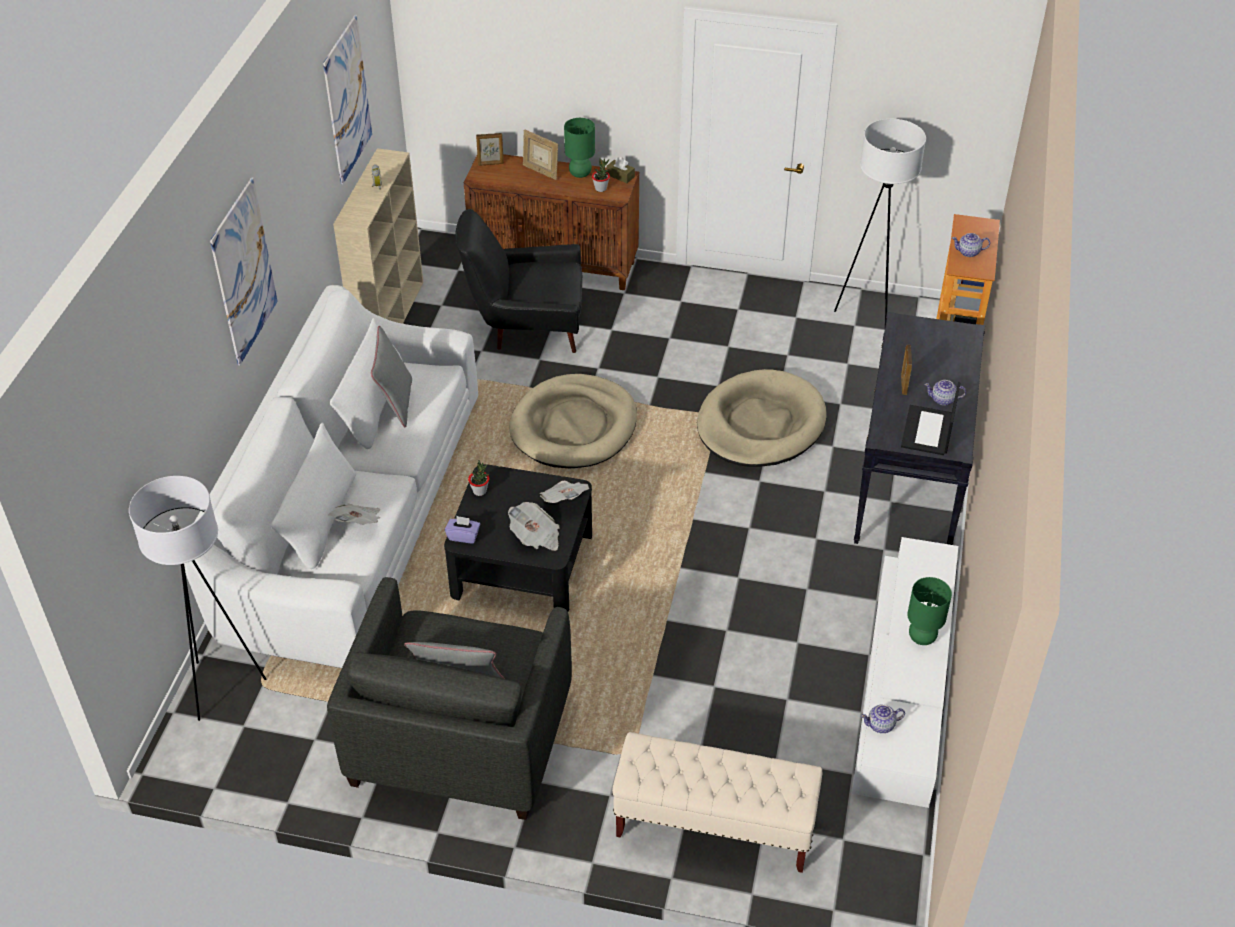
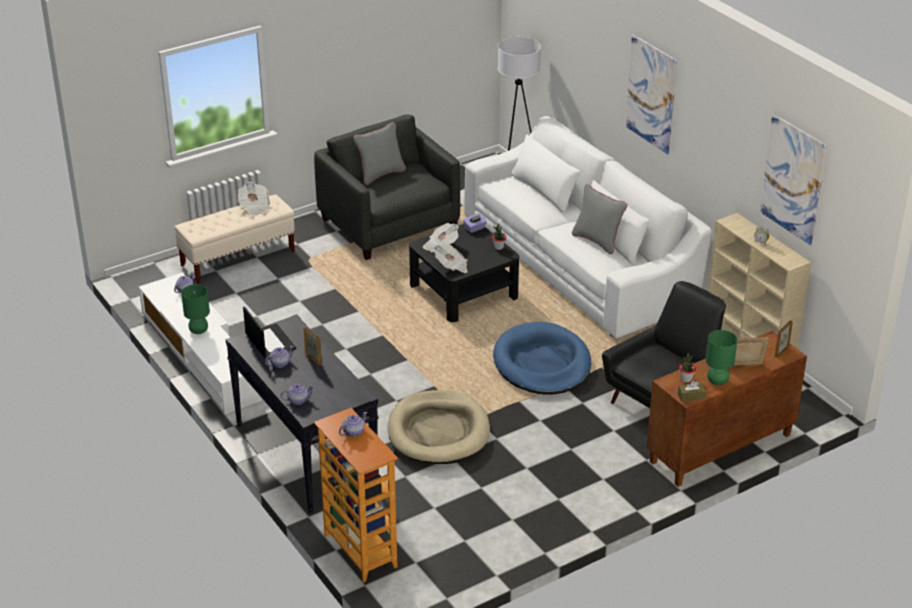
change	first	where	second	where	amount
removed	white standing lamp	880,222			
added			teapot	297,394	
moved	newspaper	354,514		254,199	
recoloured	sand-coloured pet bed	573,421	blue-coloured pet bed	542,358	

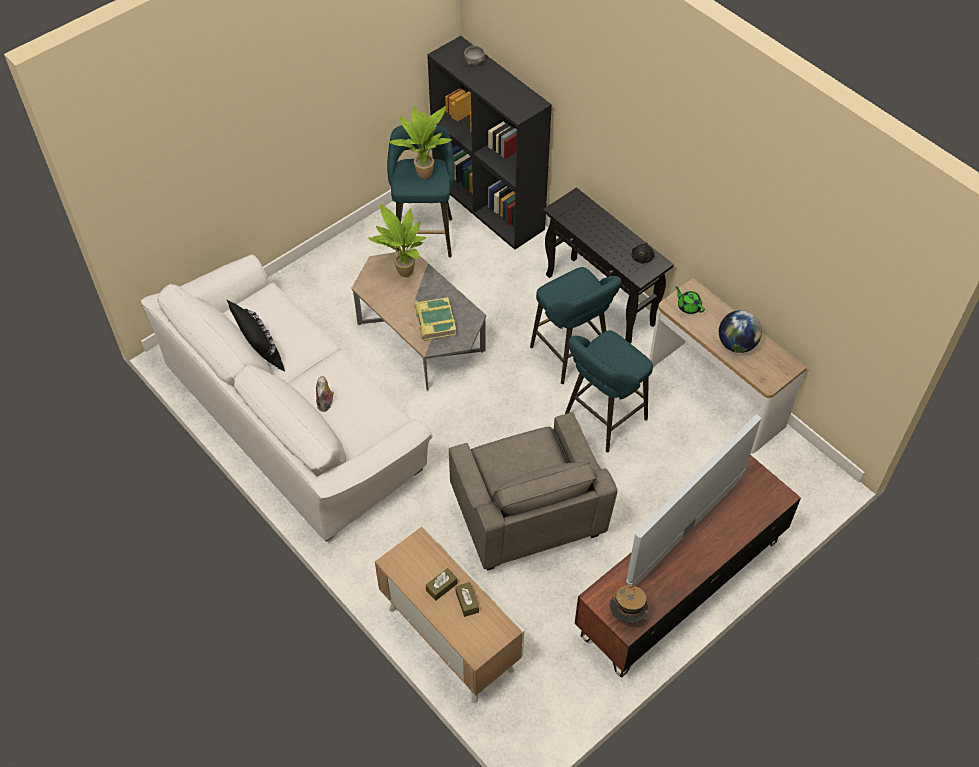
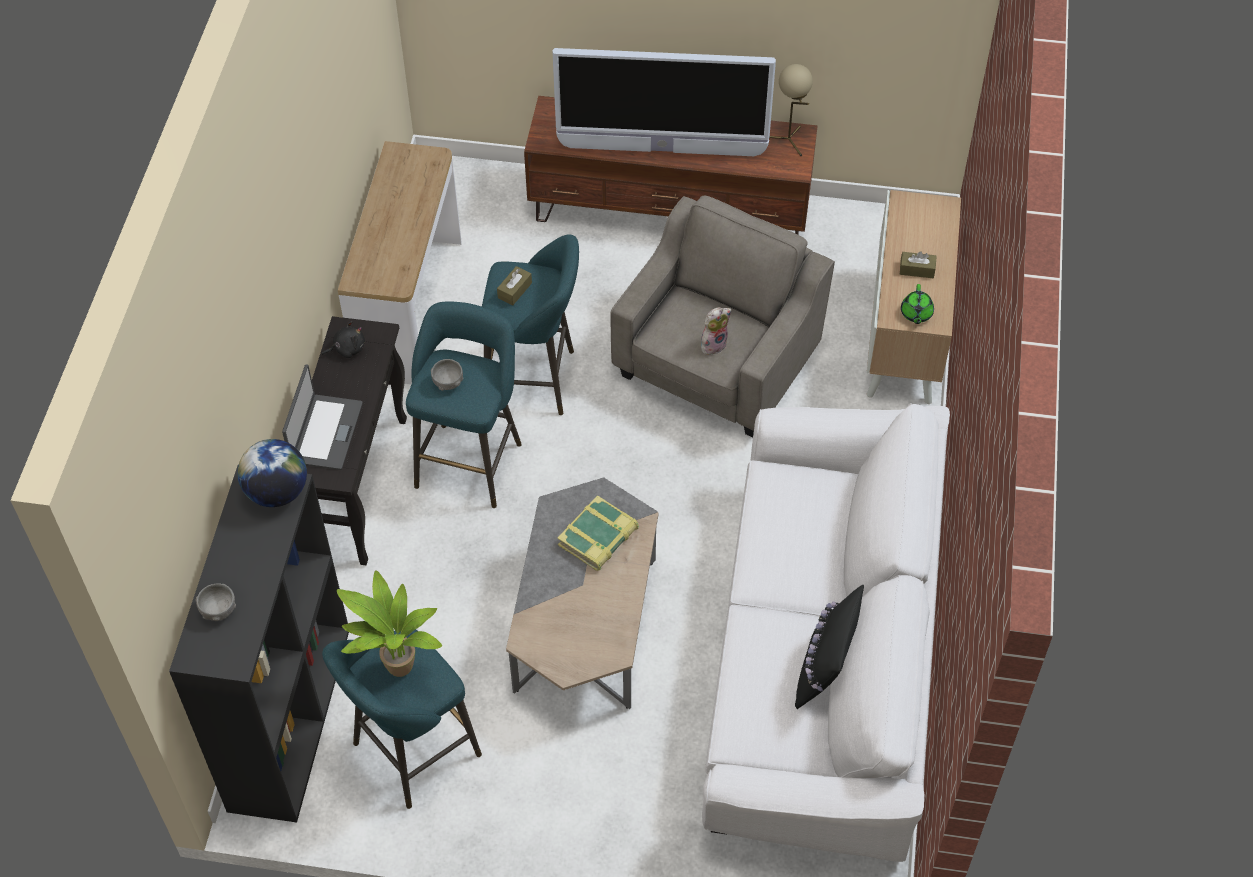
change	first	where	second	where	amount
removed	houseplant	397,240			
added			laptop	322,417	
added			gray serving bowl	447,375	
moved	cuddly toy	325,394		716,331	
moved	brown tissue holder	467,599		514,285	
moved	green teapot	690,300		917,304	
moved	globe	740,331		272,473	
replaced	hat	630,603	sand-coloured tabletop lamp	791,110	

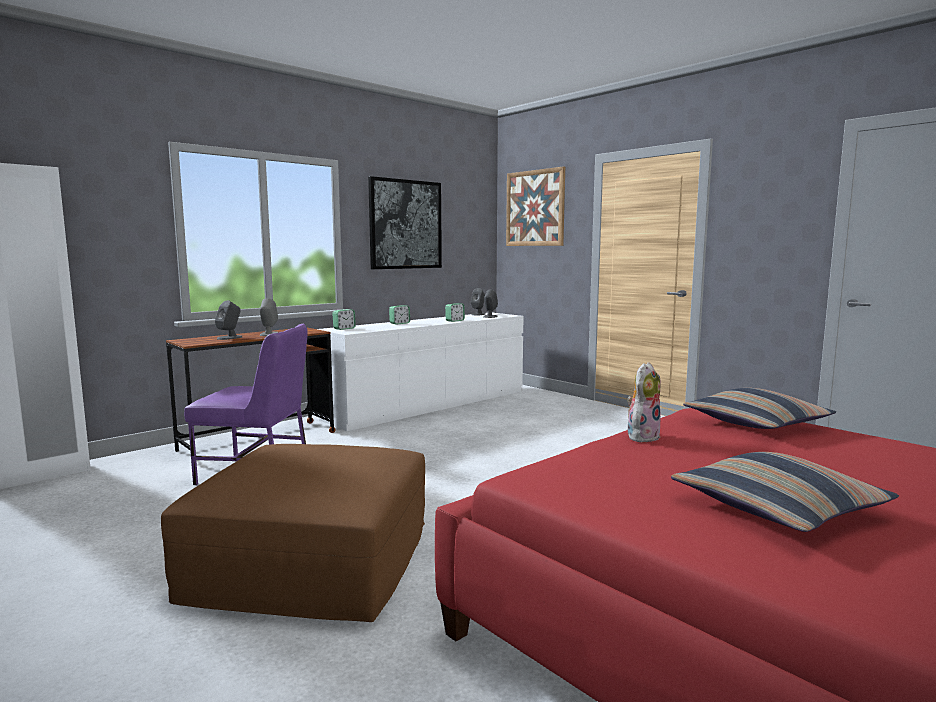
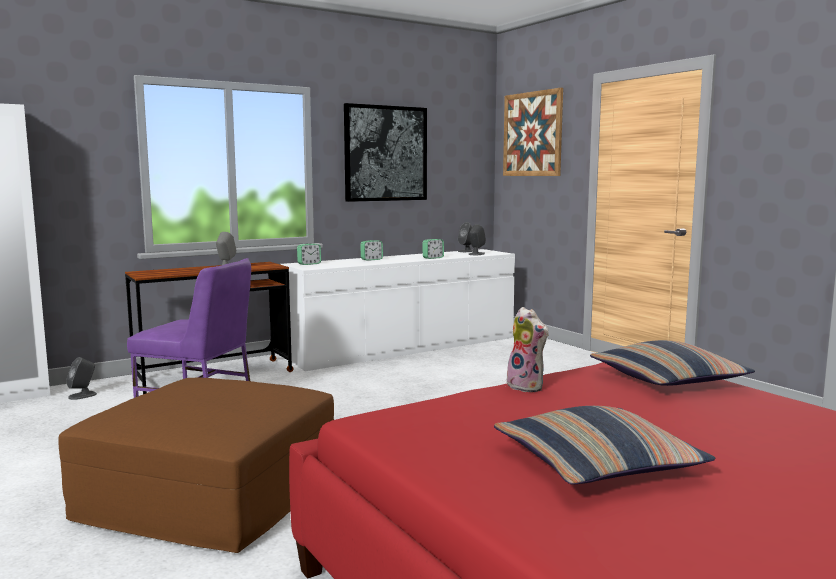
change	first	where	second	where	amount
moved	gray speaker	228,320		82,378	
turned	cuddly toy	644,402		528,349	90 degrees clockwise

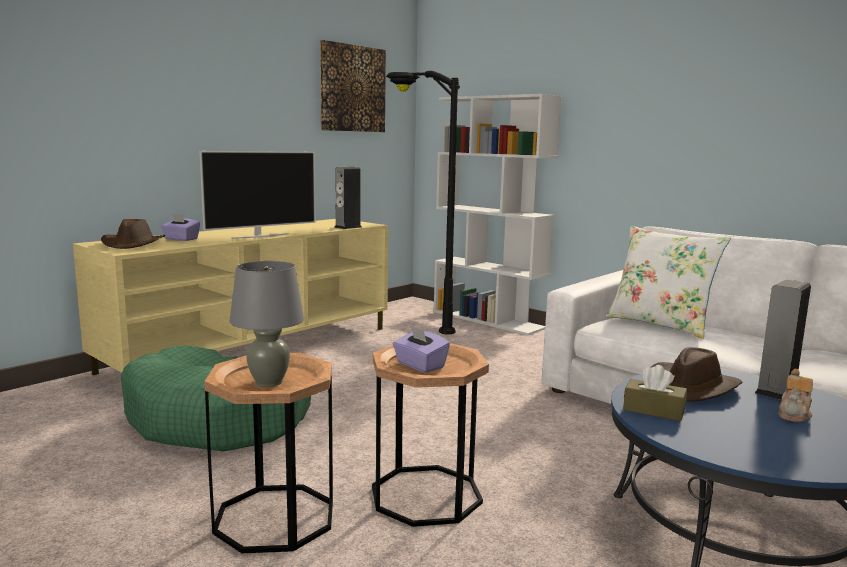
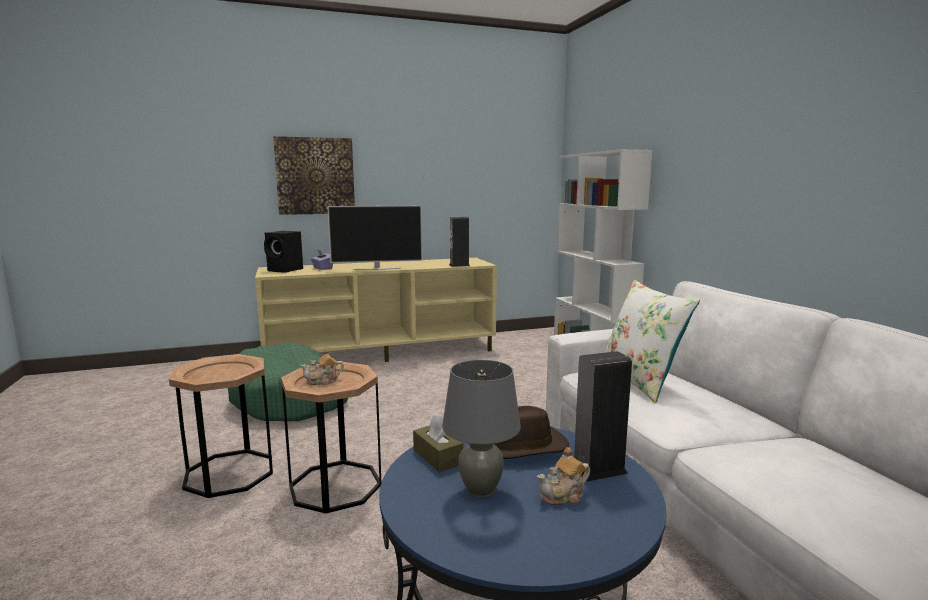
change	first	where	second	where	amount
removed	black-coloured standing lamp	423,203			
moved	gray tabletop lamp	267,324		481,429	
moved	wall picture	353,86		314,175	
replaced	brown hat	133,234	black-coloured speaker	283,252	
replaced	purple tissue holder	421,349	teapot	322,367	

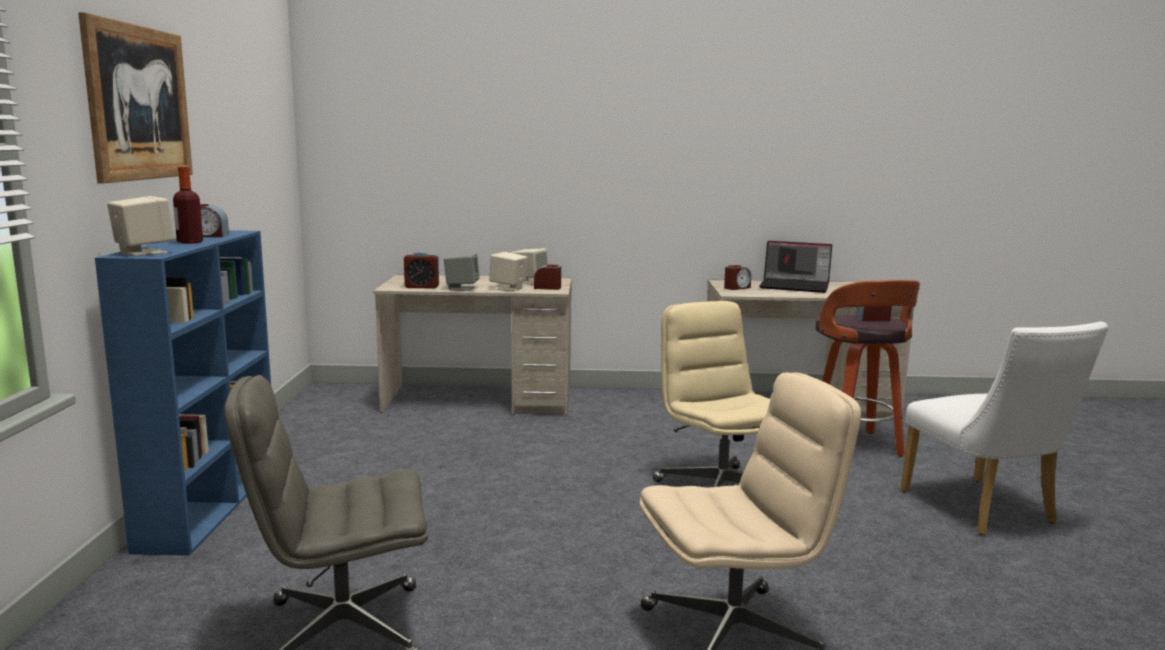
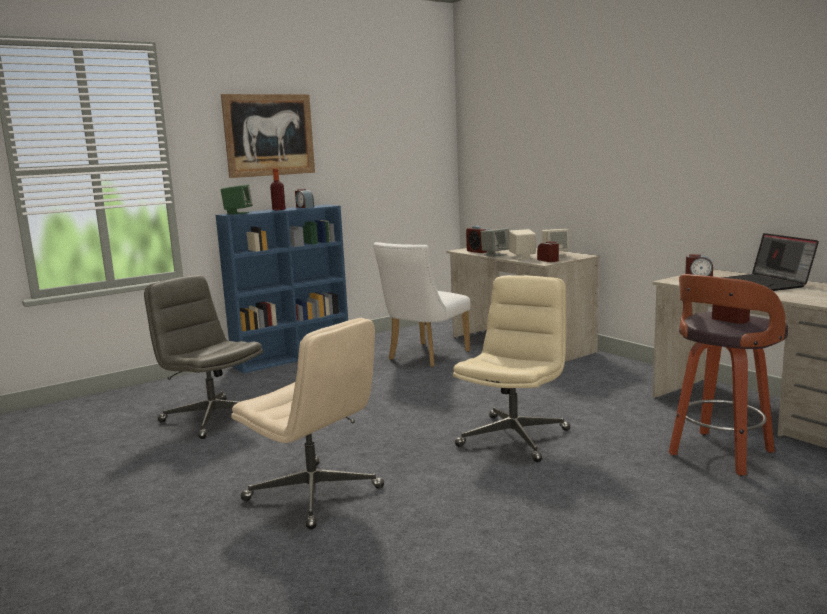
change	first	where	second	where	amount
moved	white plain chair	1004,428		421,304	
recoloured	sand-coloured speaker	141,226	green speaker	237,199	

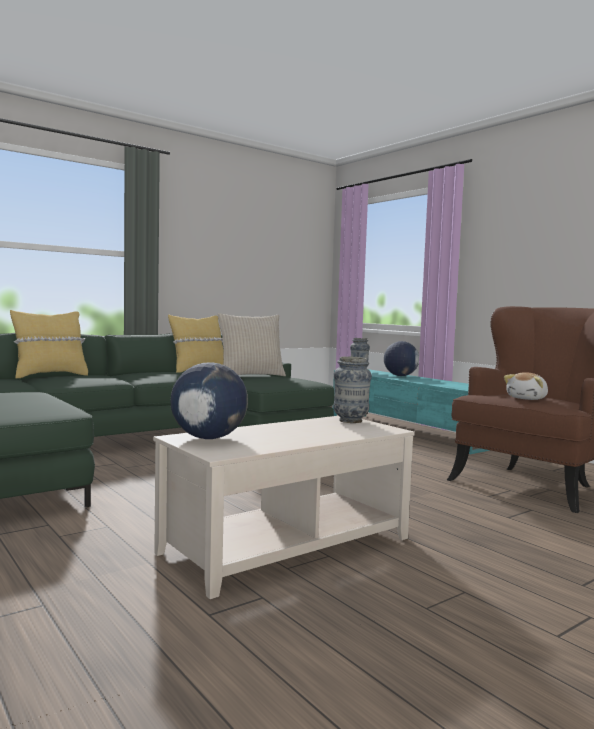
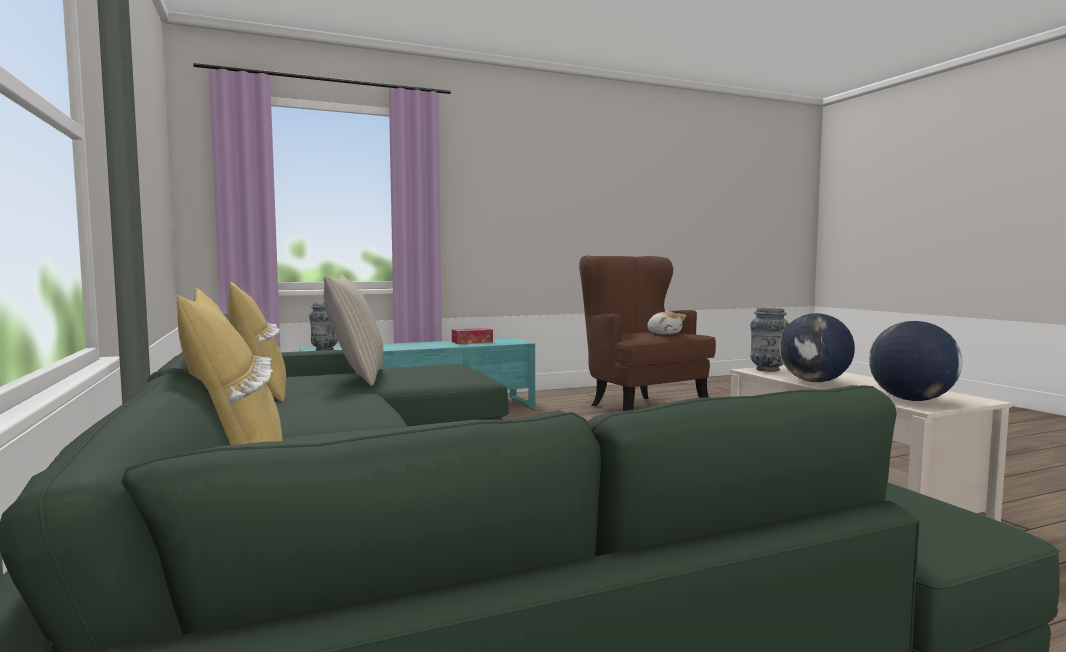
change	first	where	second	where	amount
added			tissue holder	472,336	
moved	globe	401,358		817,347	

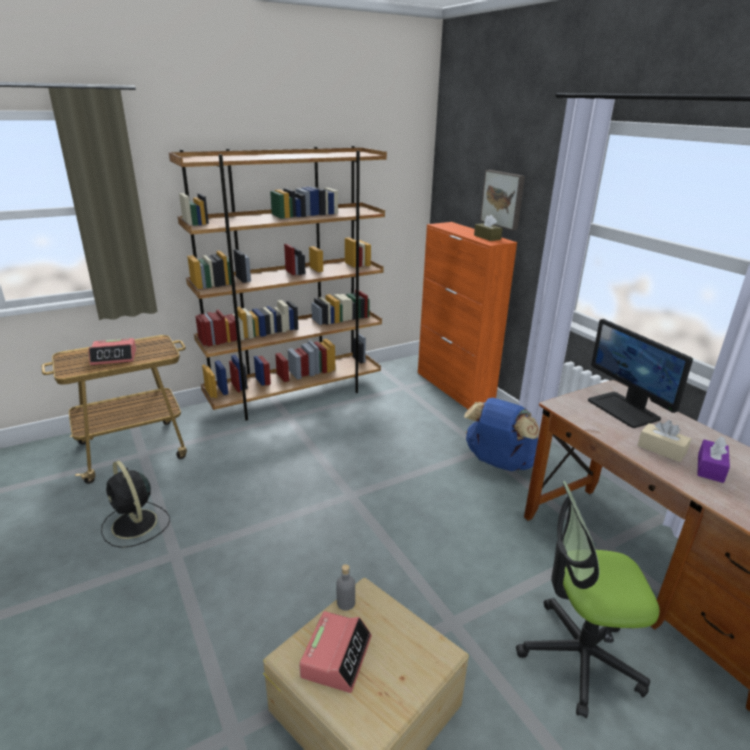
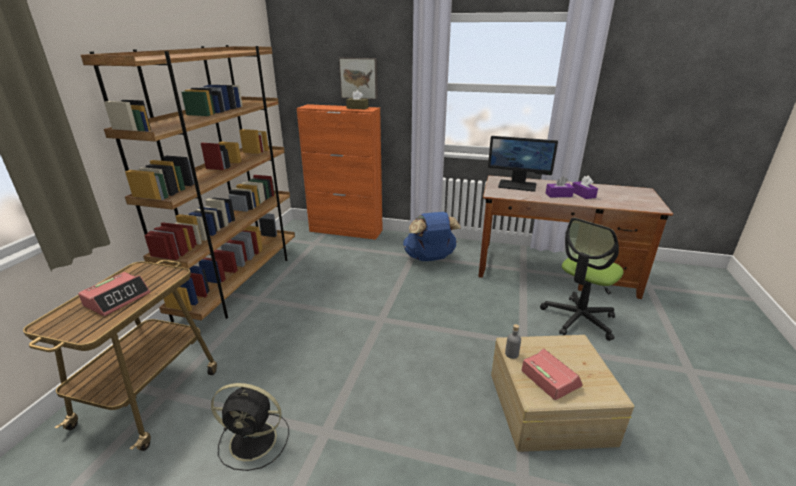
change	first	where	second	where	amount
recoloured	sand-coloured tissue holder	664,441	purple tissue holder	560,186	

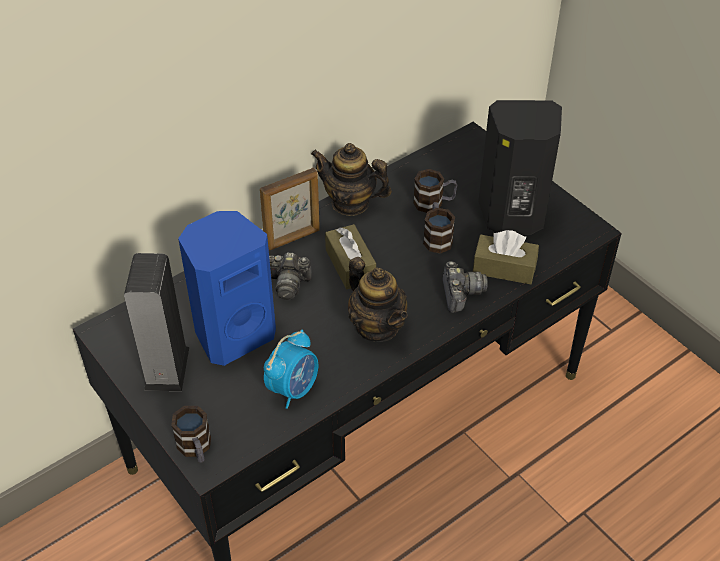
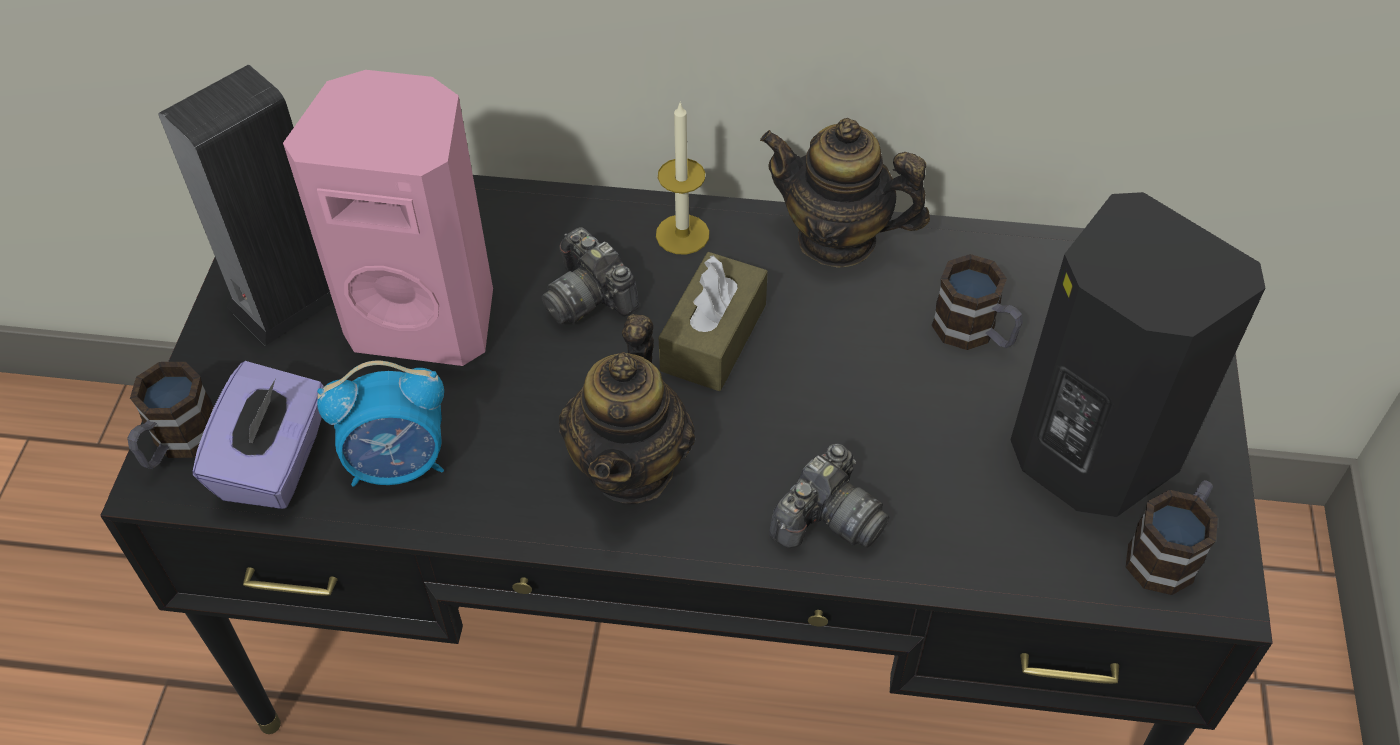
change	first	where	second	where	amount
removed	brown tissue holder	506,257			
added			purple tissue holder	258,435	
moved	tea mug	439,228		1172,537	
replaced	photo frame	290,209	wax candle	682,178	
recoloured	blue-coloured speaker	227,288	pink speaker	388,218	
turned	teapot	351,179		845,193	45 degrees counterclockwise

